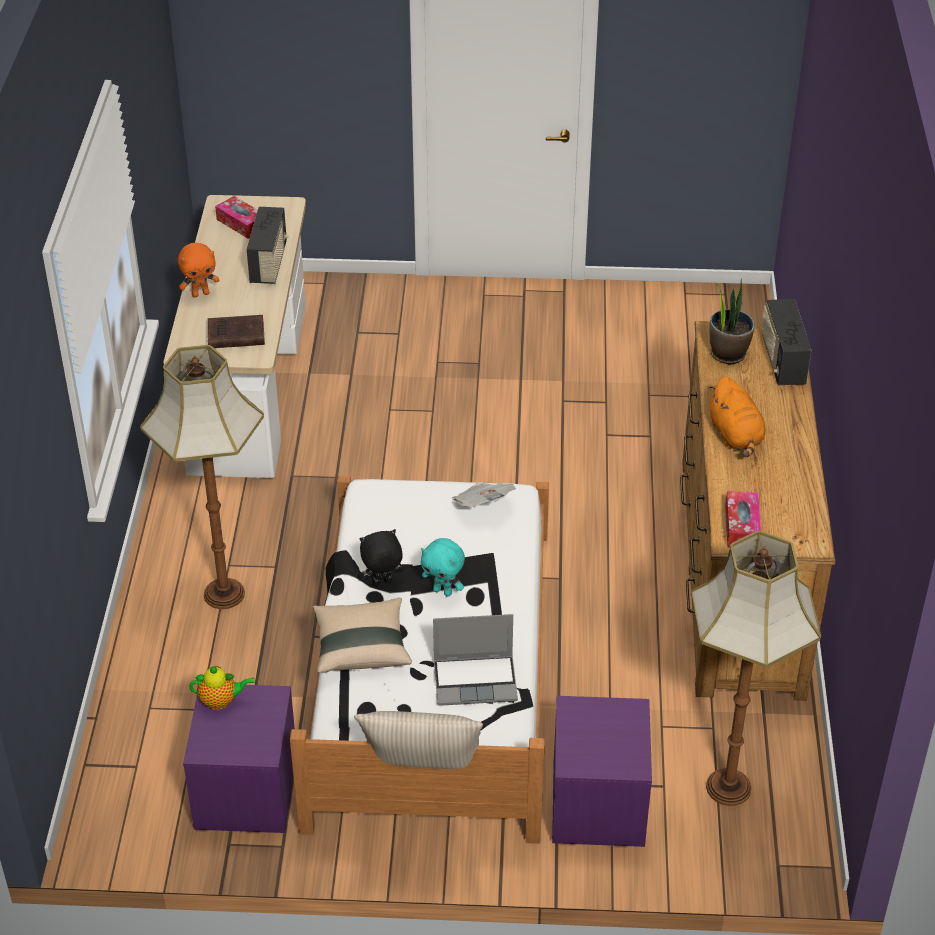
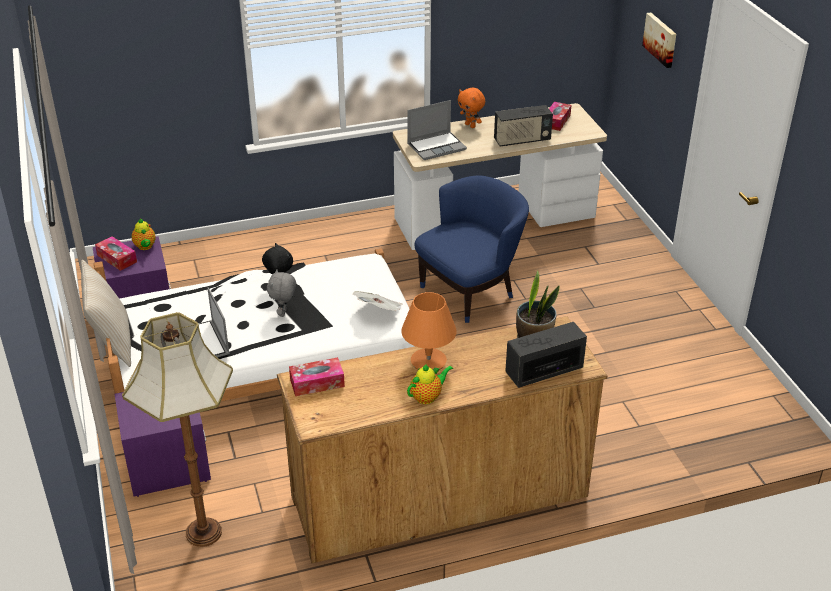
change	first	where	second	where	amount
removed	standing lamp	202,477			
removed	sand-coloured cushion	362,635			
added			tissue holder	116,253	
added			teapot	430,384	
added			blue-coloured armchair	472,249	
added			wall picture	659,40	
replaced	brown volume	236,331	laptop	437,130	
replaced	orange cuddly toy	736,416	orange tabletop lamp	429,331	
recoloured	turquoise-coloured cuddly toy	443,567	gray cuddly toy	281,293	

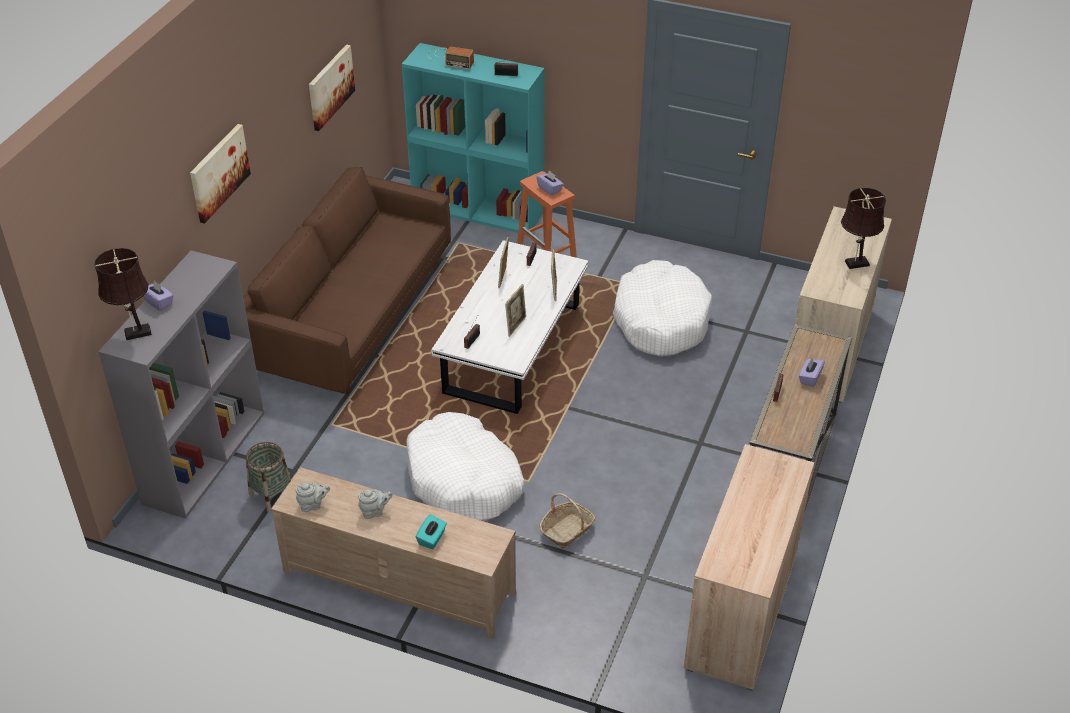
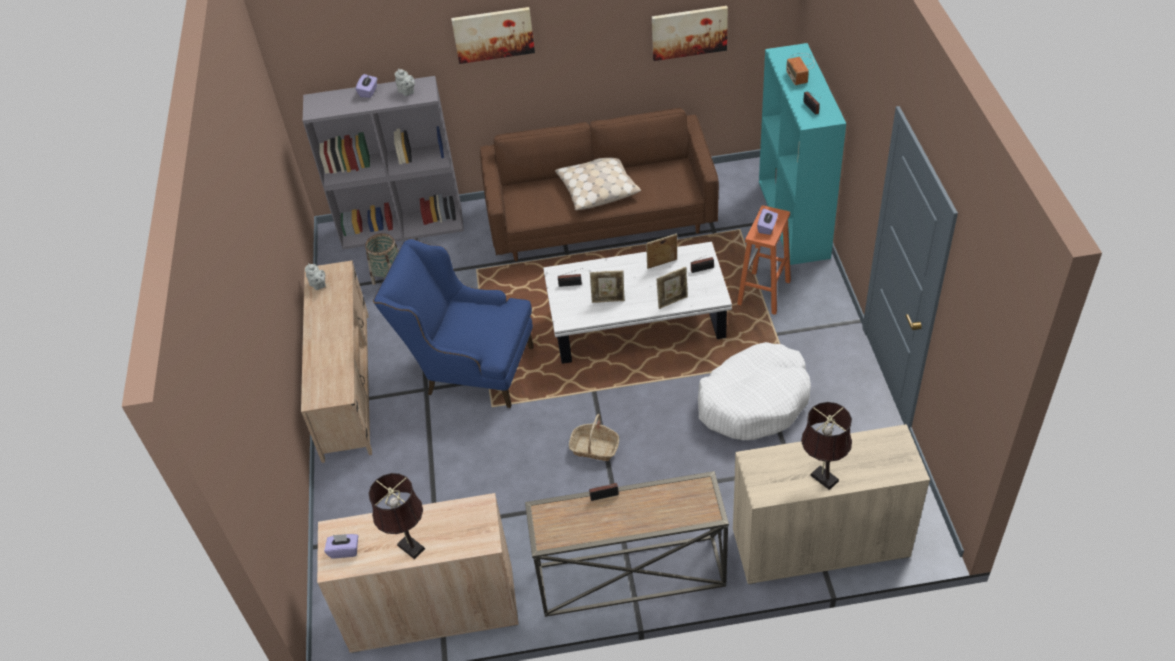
change	first	where	second	where	amount
removed	turquoise-coloured tissue holder	431,531			
added			sand-coloured cushion	598,184	
moved	brown tabletop lamp	123,294		396,516	
moved	gray teapot	375,504		405,82	
moved	basket	567,520		594,437	
moved	purple tissue holder	812,372		341,546	
replaced	white pet bed	465,466	blue-coloured armchair	453,323	

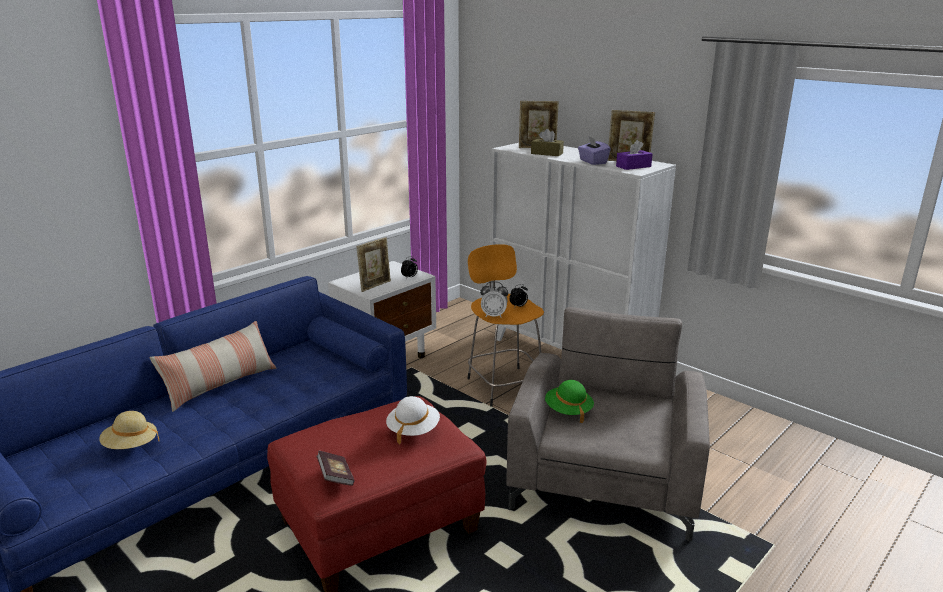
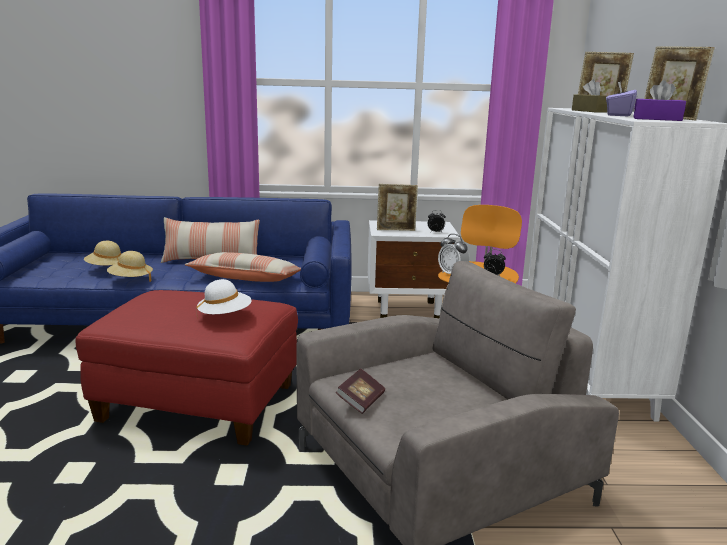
change	first	where	second	where	amount
removed	green hat	569,401			
added			sand-coloured hat	130,266	
added			cushion	243,267	
moved	volume	335,468		360,391	

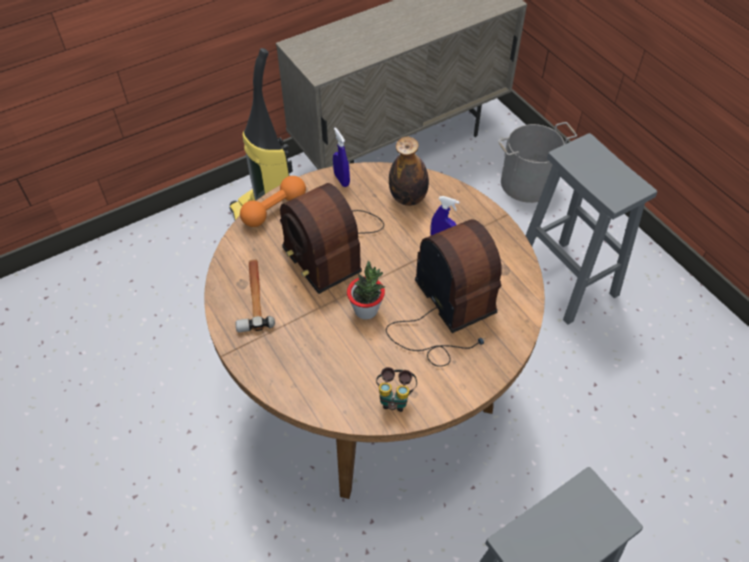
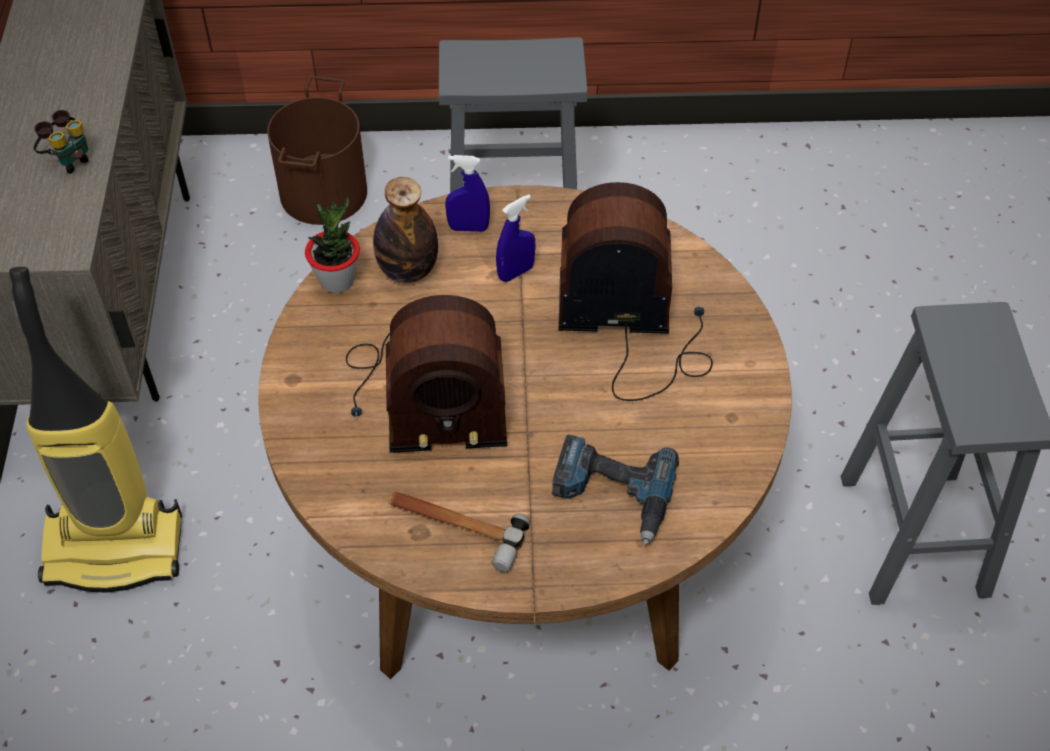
change	first	where	second	where	amount
removed	orange hand weight	273,201			
added			power drill	615,490	
moved	blue-coloured sprayer	341,157		467,193	
moved	houseplant	366,290		332,245	
moved	field glasses	396,389		61,142	
recoloured	gray water bucket	537,162	brown water bucket	317,150	

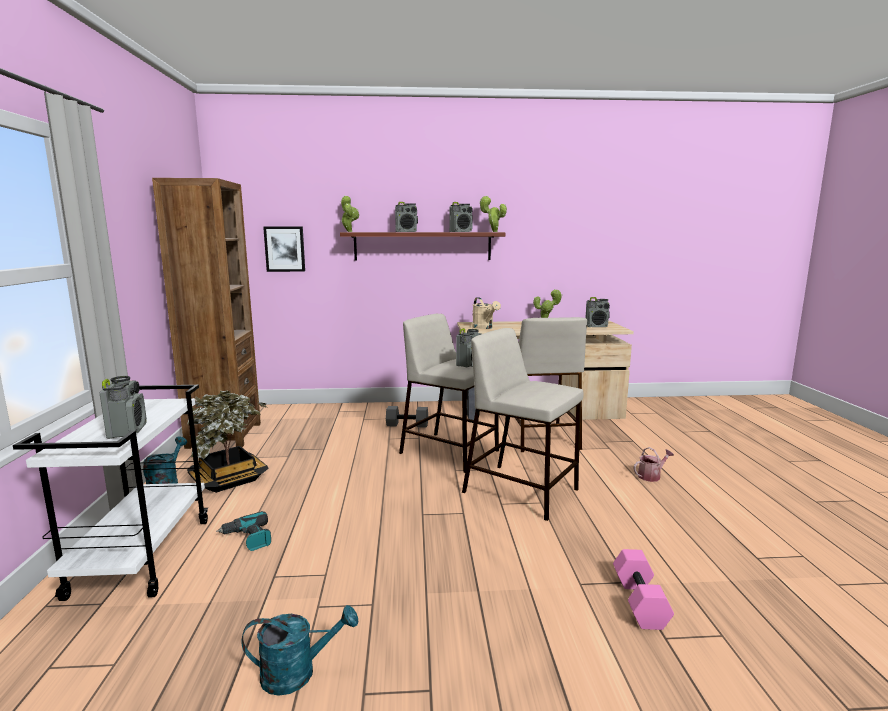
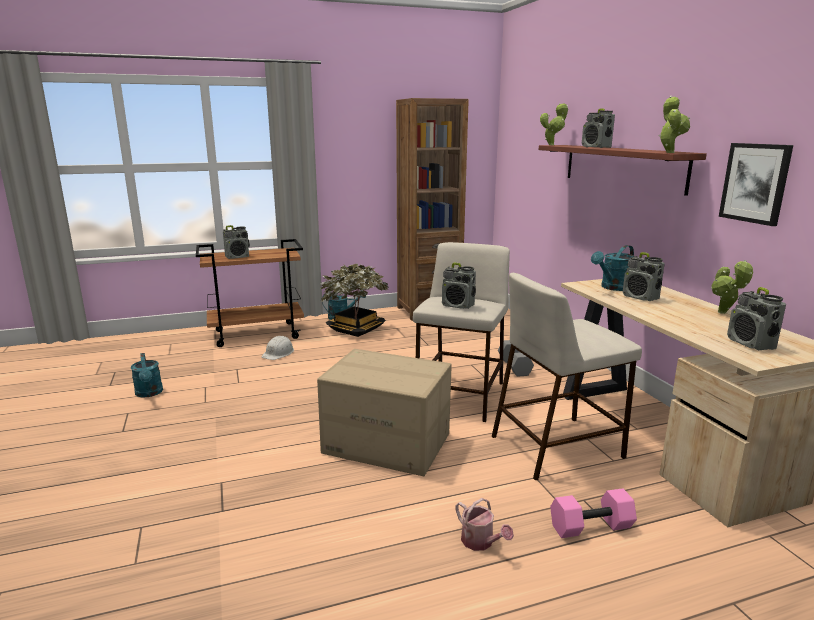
change	first	where	second	where	amount
moved	wall picture	284,249		756,184	
moved	radio set	461,217		644,276	
moved	pink hand weight	643,589		593,513	
replaced	power drill	243,531	white hard hat	278,348	
replaced	sand-coloured stool seat	522,424	packing box	384,412	
recoloured	white cart	110,493	brown cart	250,293	
recoloured	sand-coloured sprinkling can	486,313	turquoise-coloured sprinkling can	612,268	

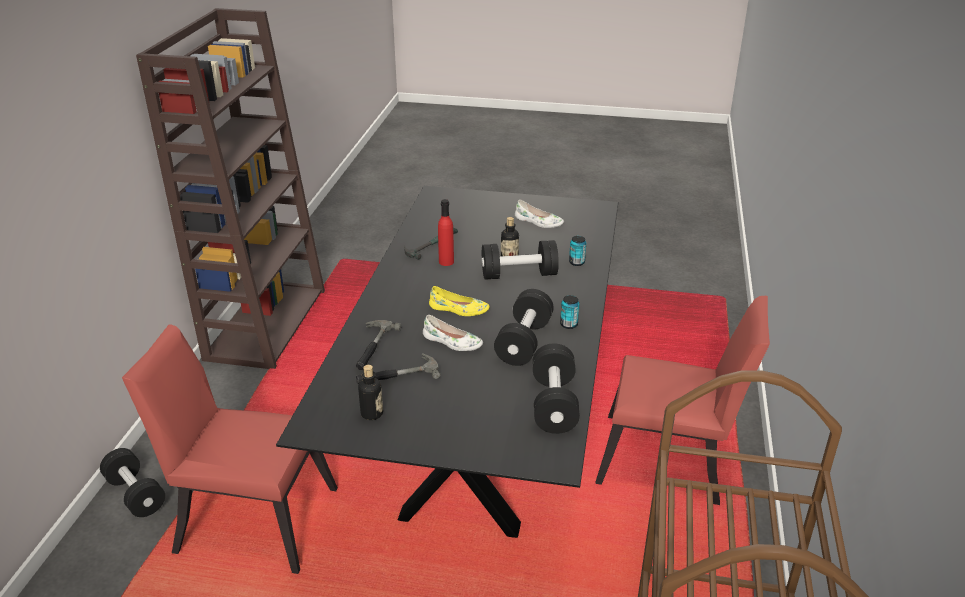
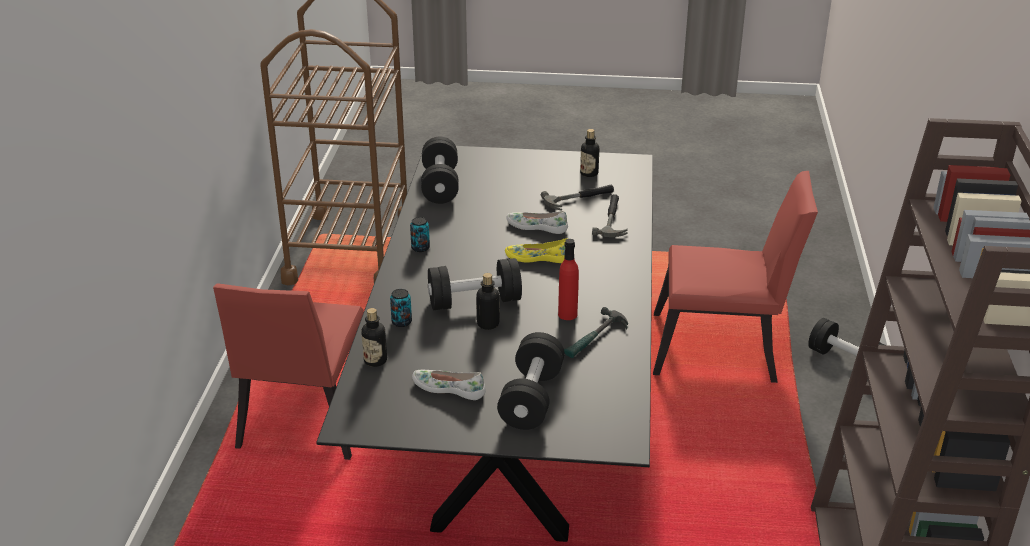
change	first	where	second	where	amount
added			bottle	374,337	
moved	black-coloured hand weight	524,327		531,381	
turned	red-coloured plain chair	682,400		288,371	90 degrees counterclockwise

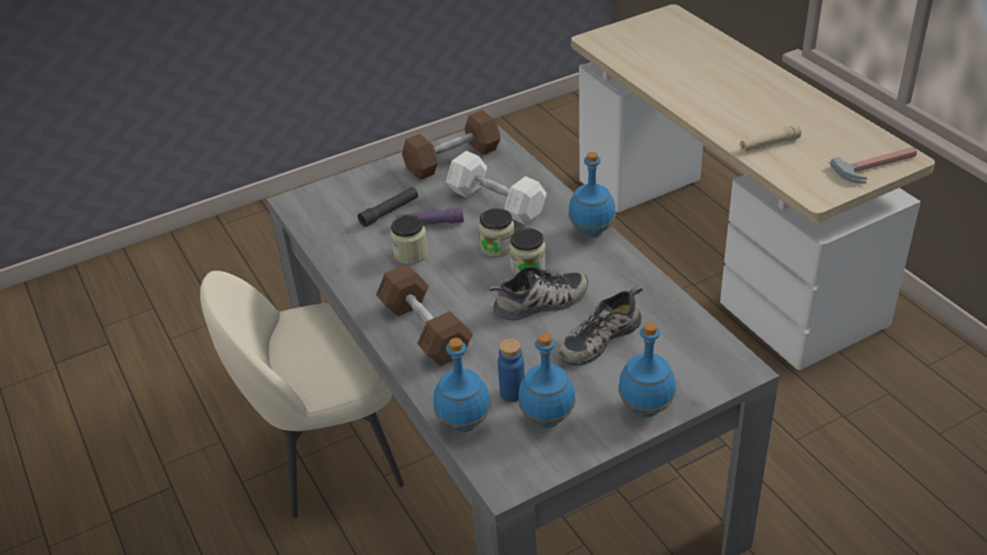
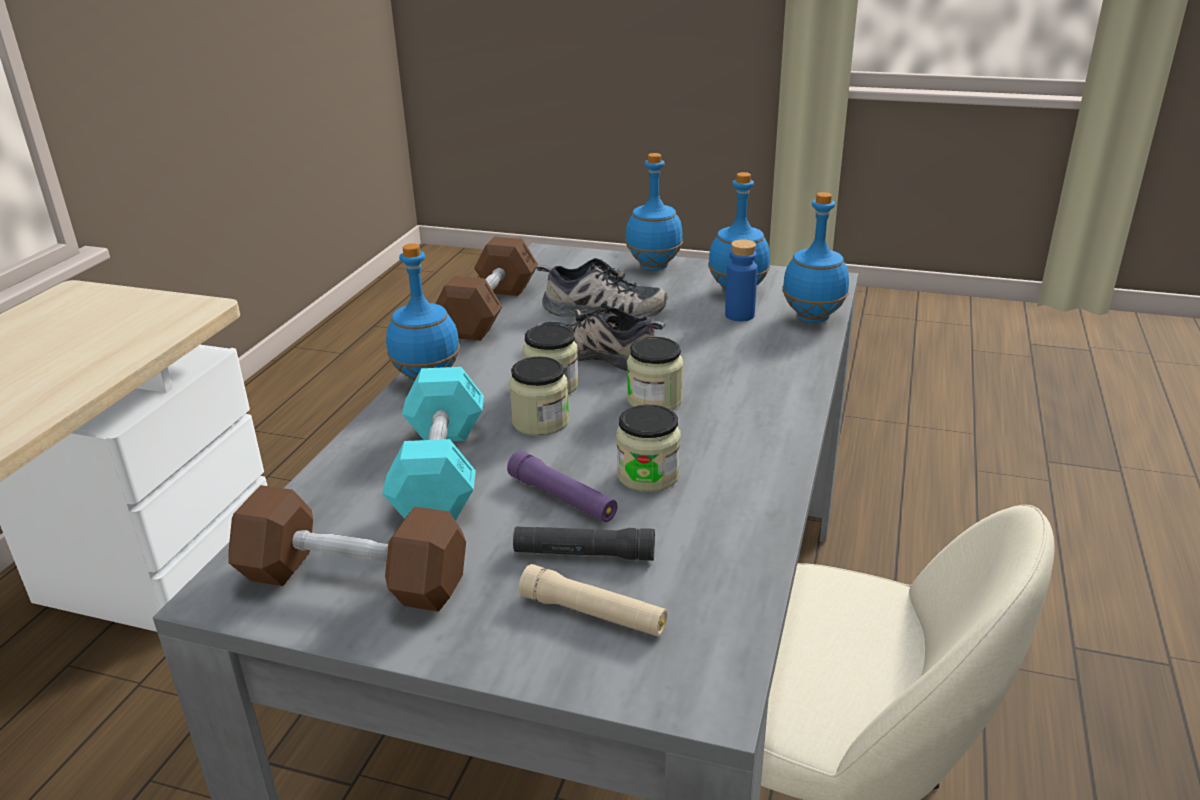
change	first	where	second	where	amount
removed	tool hammer	873,165			
added			preserve jar	655,373	
moved	brown hand weight	424,315		486,289	
moved	sand-coloured torch	770,138		593,600	
recoloured	white hand weight	496,188	turquoise-coloured hand weight	433,444	

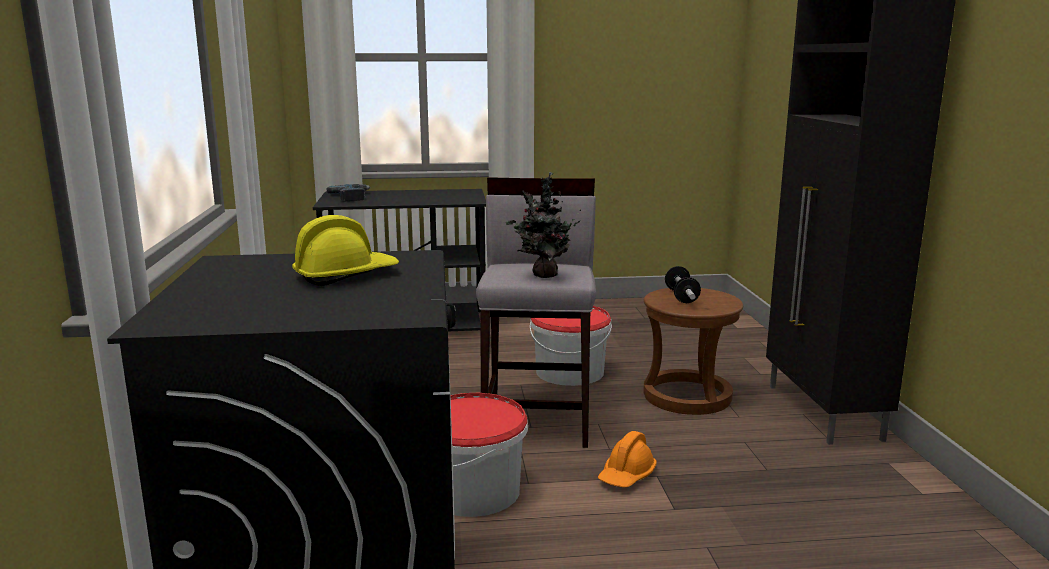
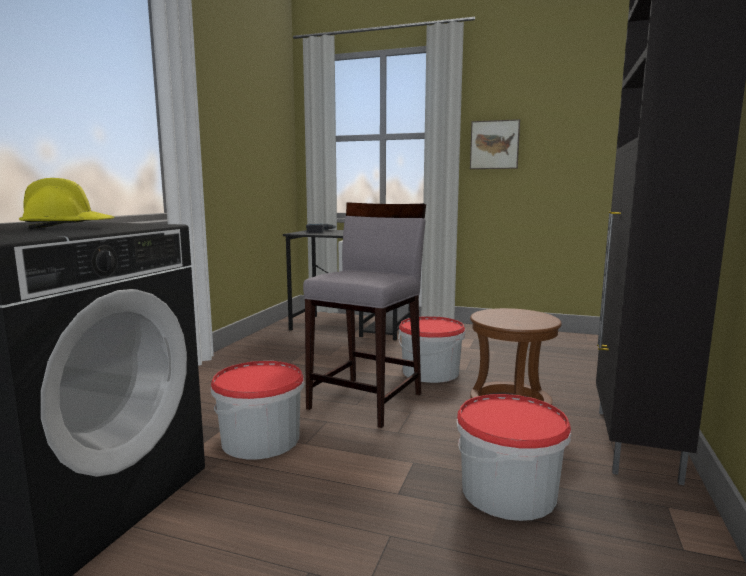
change	first	where	second	where	amount
removed	houseplant	543,225			
removed	orange hard hat	627,459			
removed	hand weight	683,284			
added			water bucket	514,457	
added			wall picture	495,144	

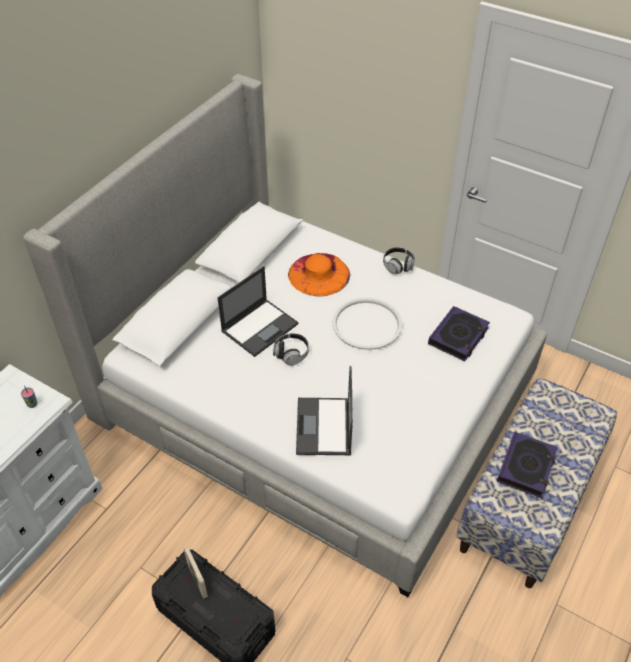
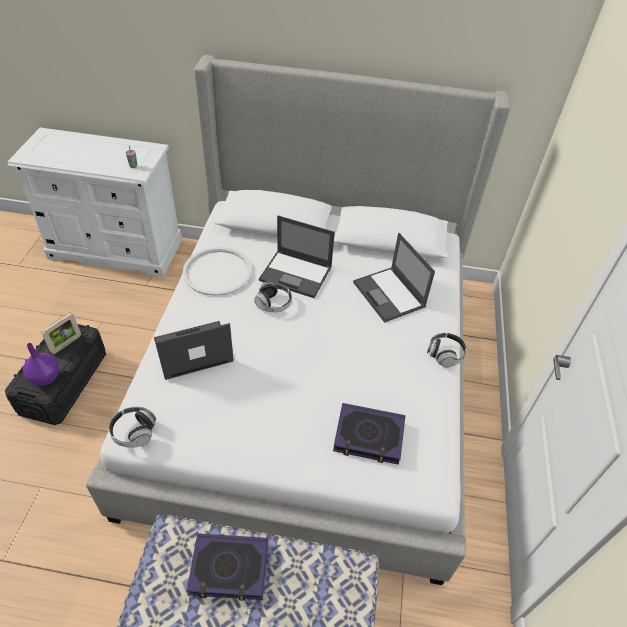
change	first	where	second	where	amount
added			purple vase	41,364	
added			headset	133,427	
moved	white tray	367,324		217,271	
replaced	orange hat	319,274	laptop	394,278	

